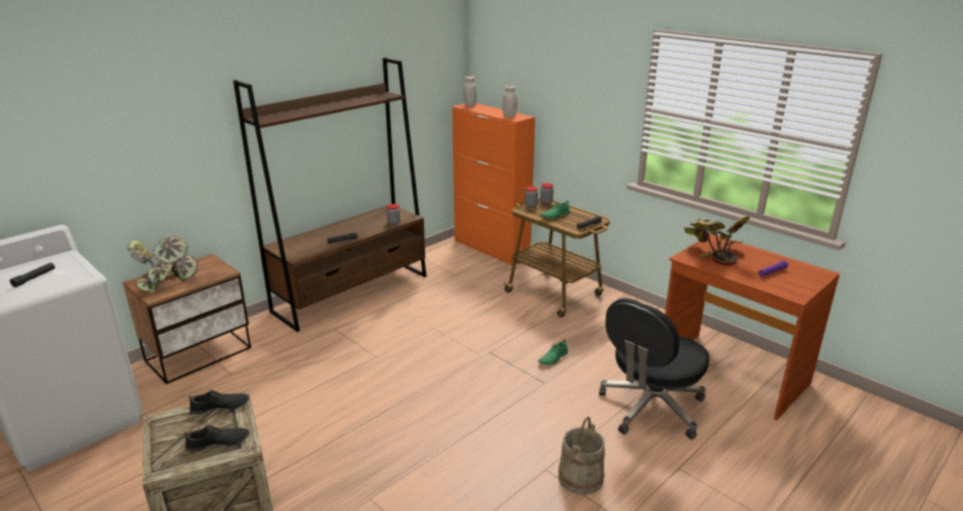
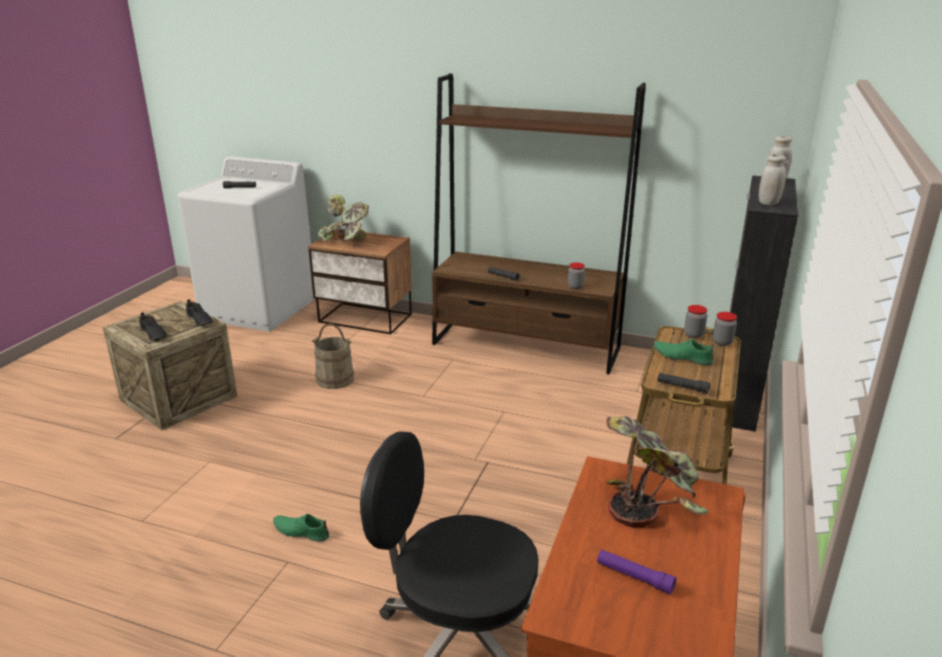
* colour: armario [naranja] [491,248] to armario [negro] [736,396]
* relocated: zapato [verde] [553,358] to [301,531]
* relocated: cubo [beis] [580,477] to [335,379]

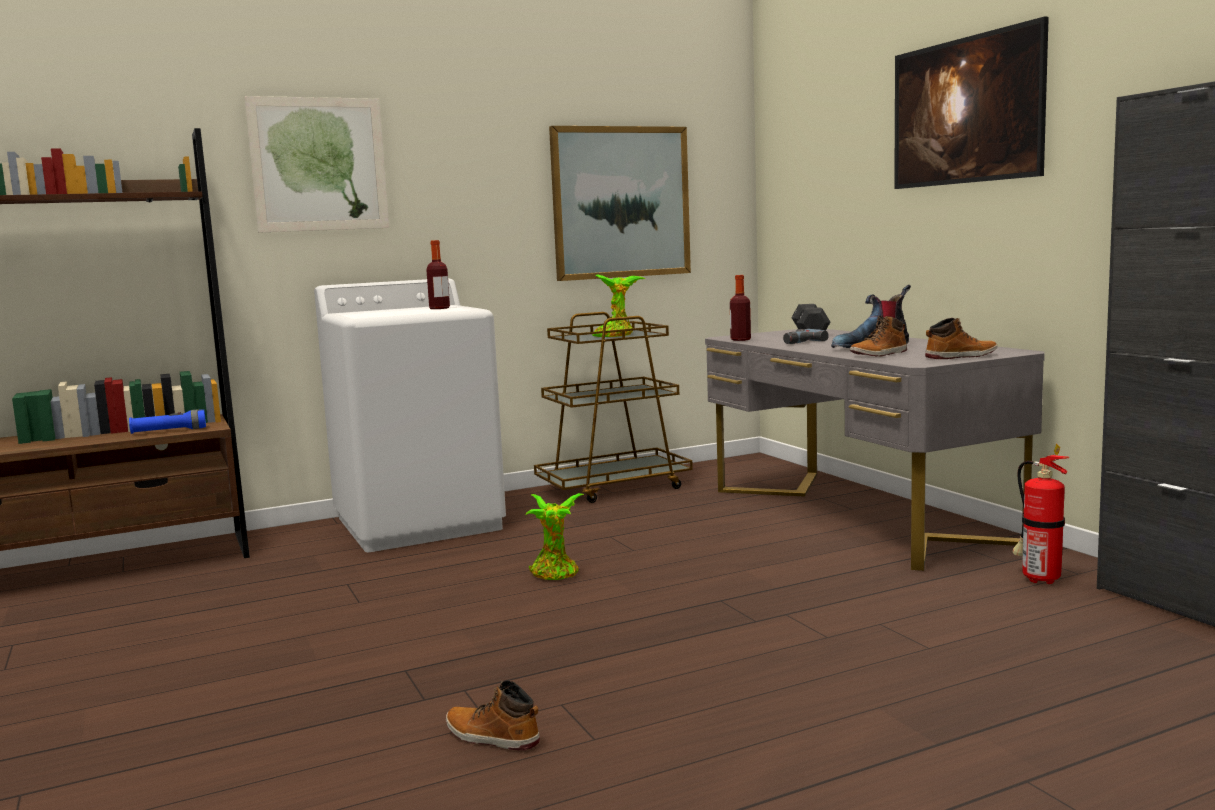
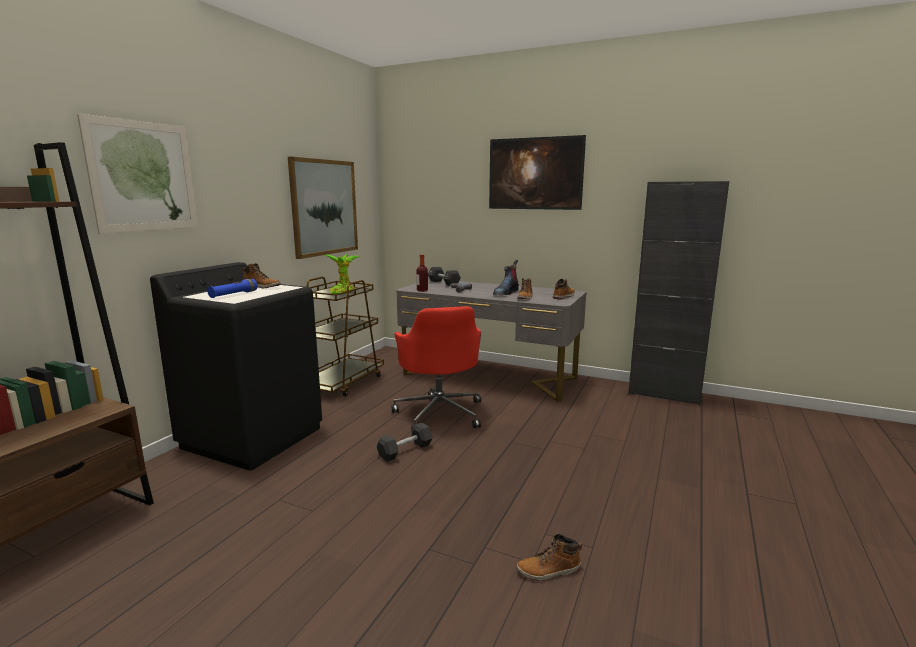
* relocated: linterna [azul] [169,431] to [233,295]
* colour: lavadora [blanco] [419,523] to lavadora [negro] [253,437]
* exchanged: botella [439,308] to bota [262,287]
* exchanged: planta en maceta [556,574] to mancuerna [negro] [405,450]
* missing: extintor [1037,579]
* appeared: silla de oficina [rojo] [440,413]

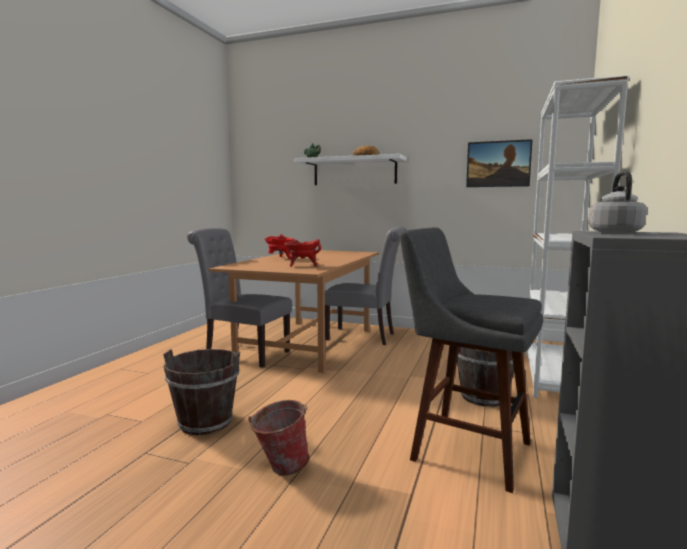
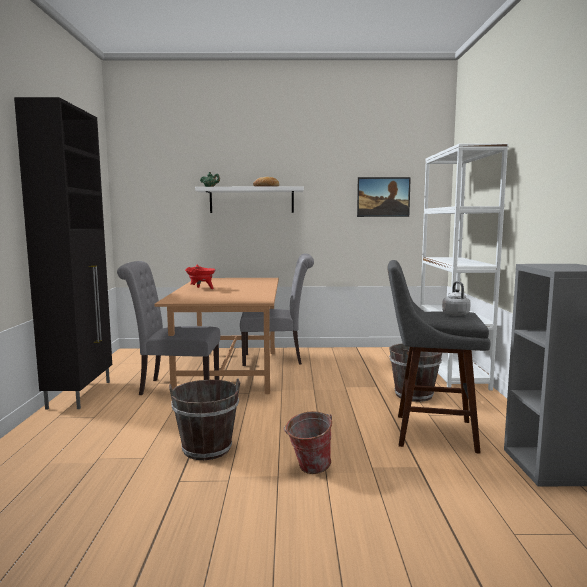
* missing: olla [rojo] [302,265]
* relocated: hervidor [gris] [614,232] to [455,314]
* appeared: armario [negro] [81,394]

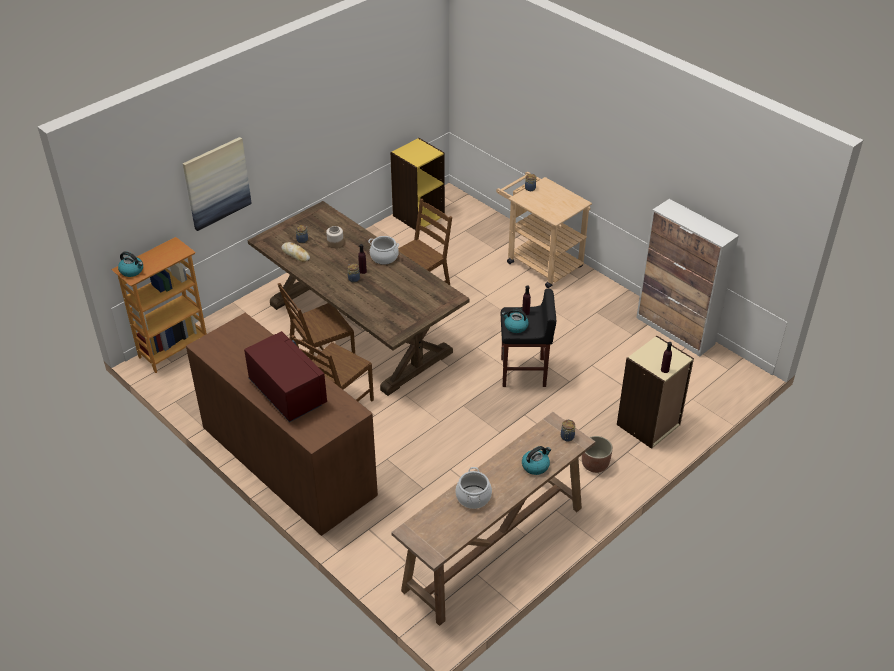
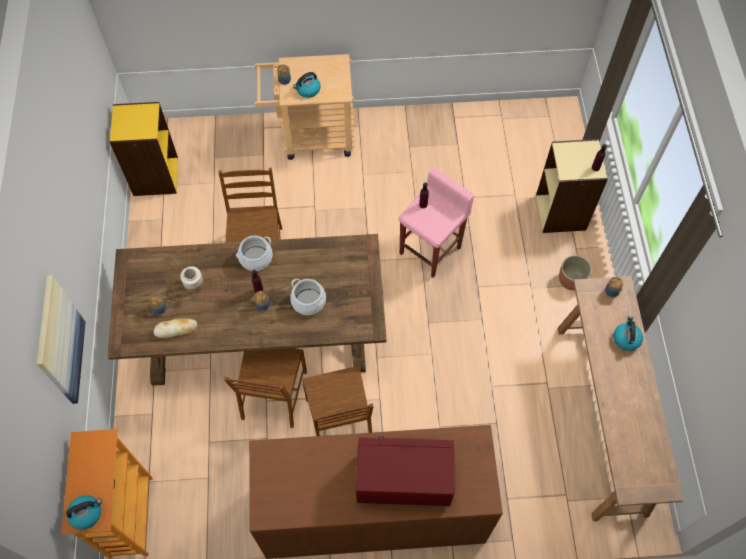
* relocated: olla [473,497] to [308,301]
* colour: taburete [negro] [524,372] to taburete [rosa] [431,250]
* relocated: hervidor [515,326] to [308,90]
* missing: armario [675,331]

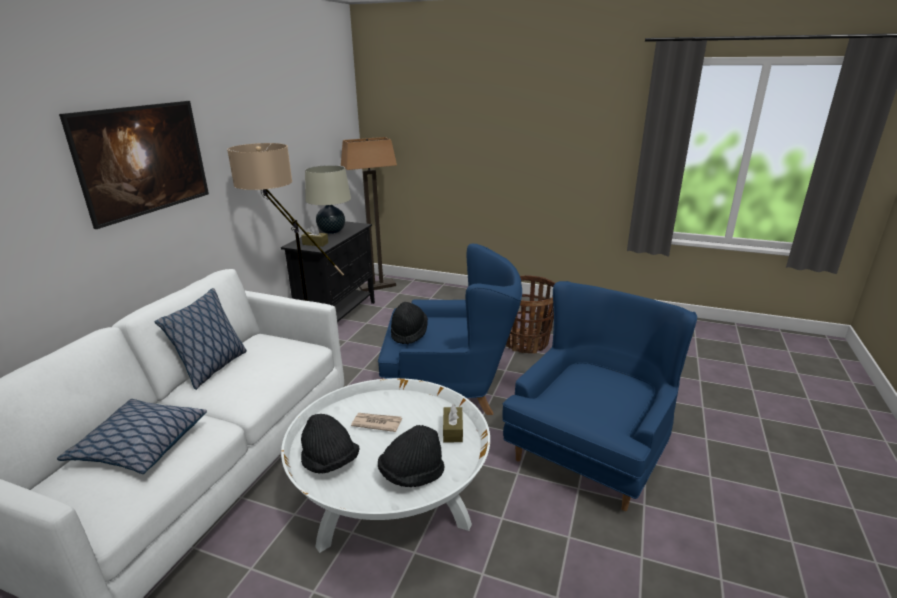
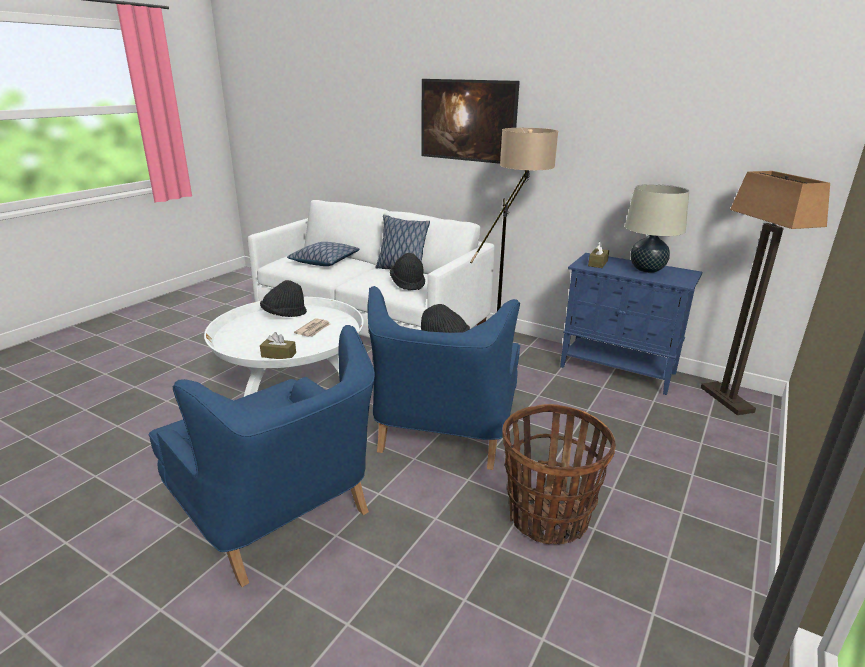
* colour: armario [negro] [338,316] to armario [azul] [618,370]
* relocated: sombrero [negro] [412,475] to [408,284]

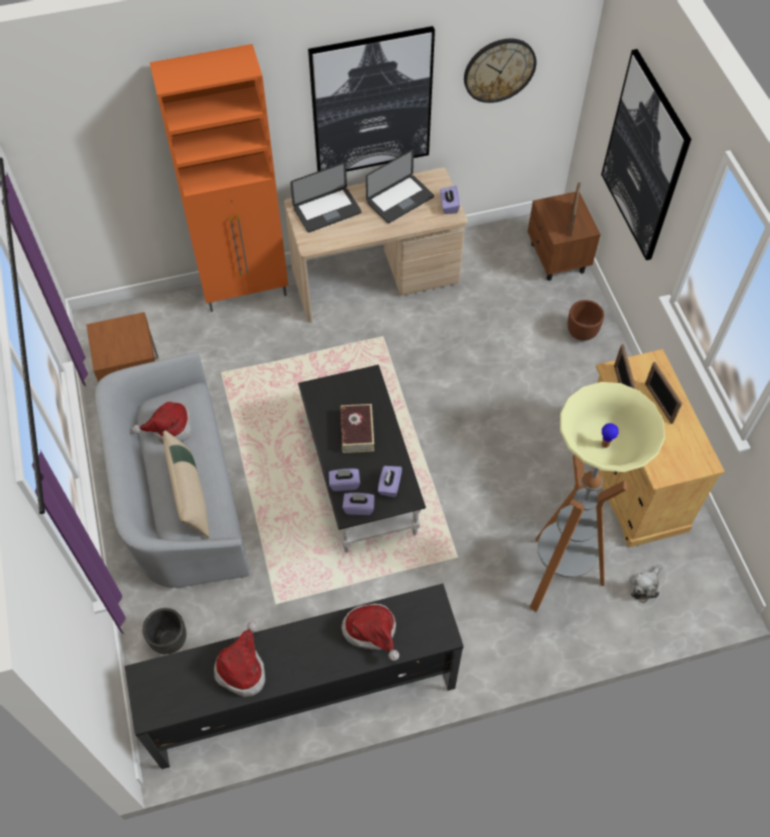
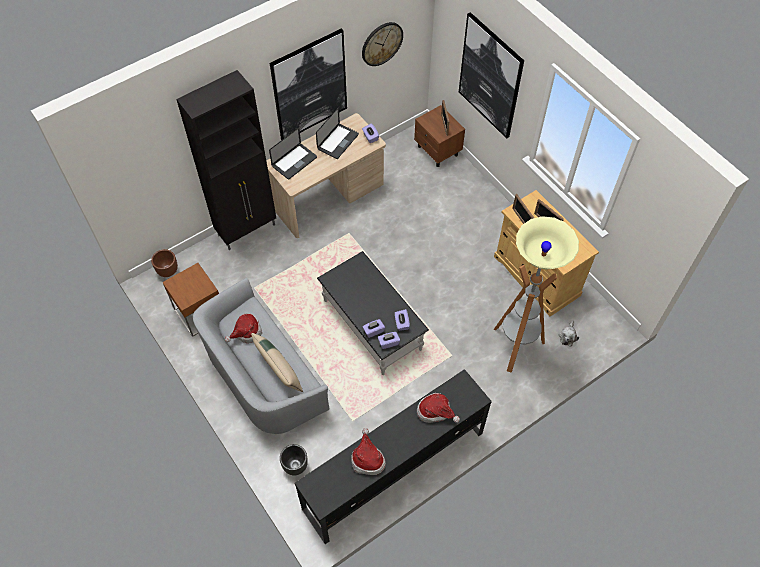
* colour: armario [naranja] [247,291] to armario [negro] [247,230]
* missing: libro [357,432]
* relocated: maceta [marrón] [582,332] to [168,271]

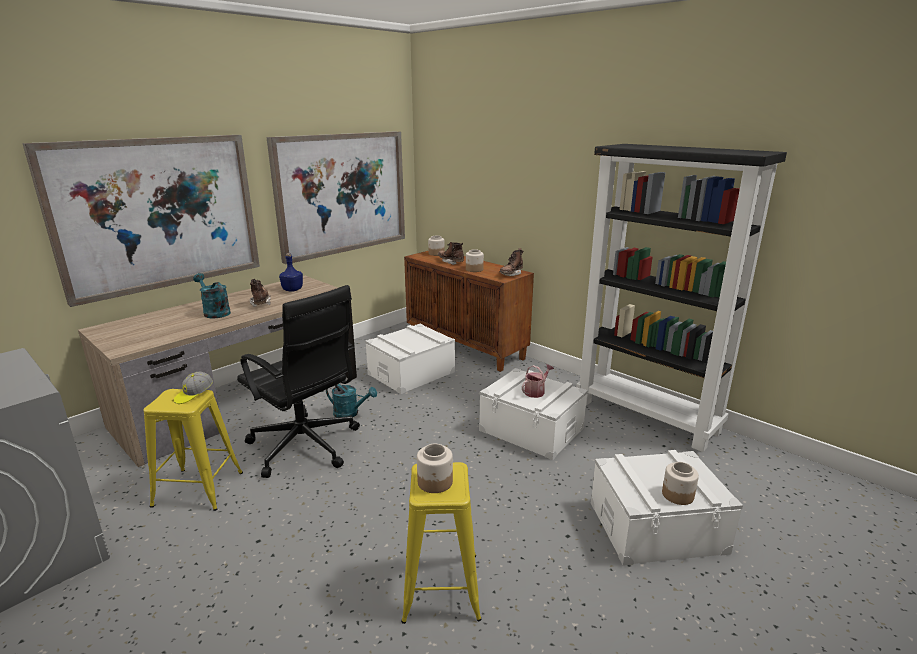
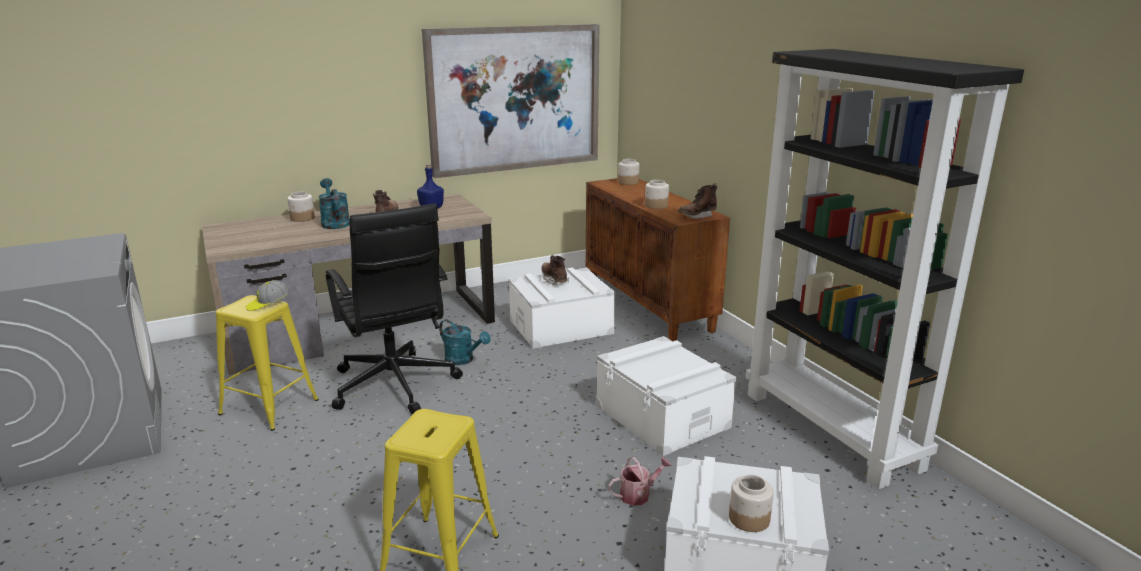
* missing: cuadro [157,214]
* relocated: tarro [435,482] to [302,218]
* relocated: bota [marrón] [450,262] to [554,280]
* relocated: regadera [536,391] to [638,494]

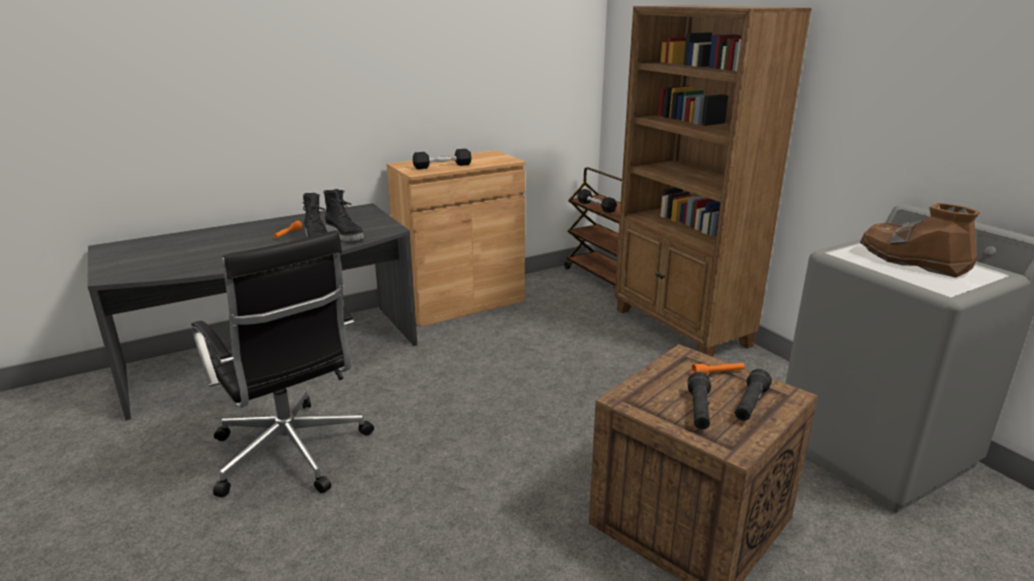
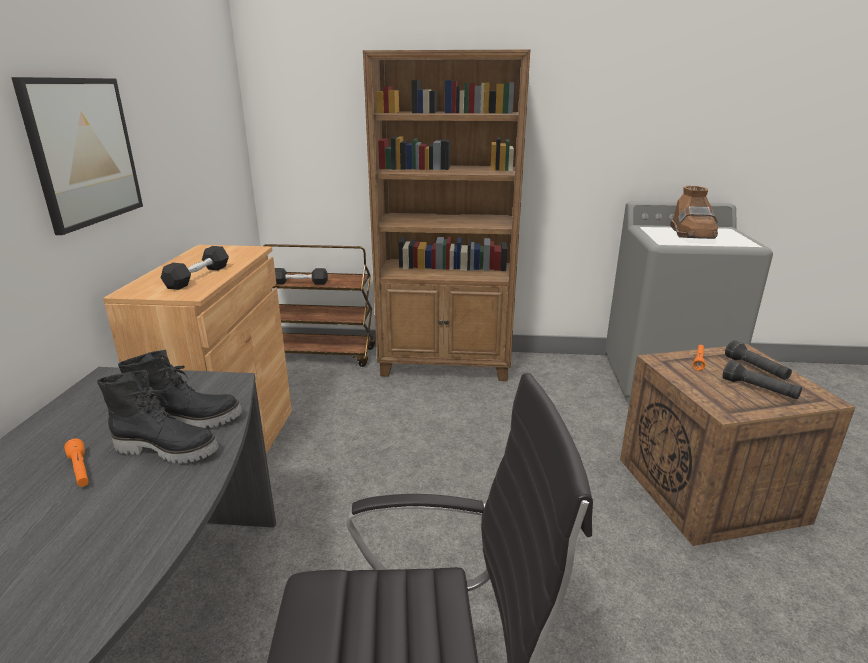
* spun: bota [marrón] [912,261] = [692,235] 75 degrees counterclockwise
* appeared: cuadro [84,152]

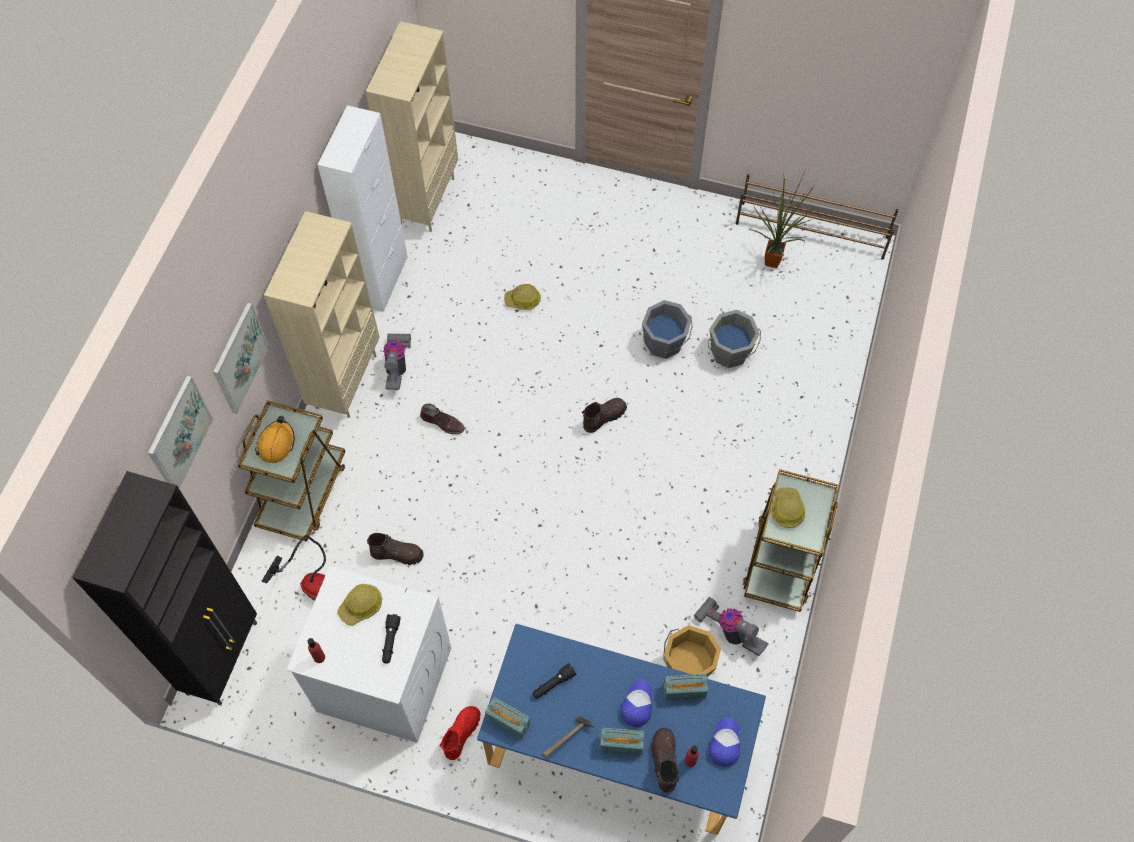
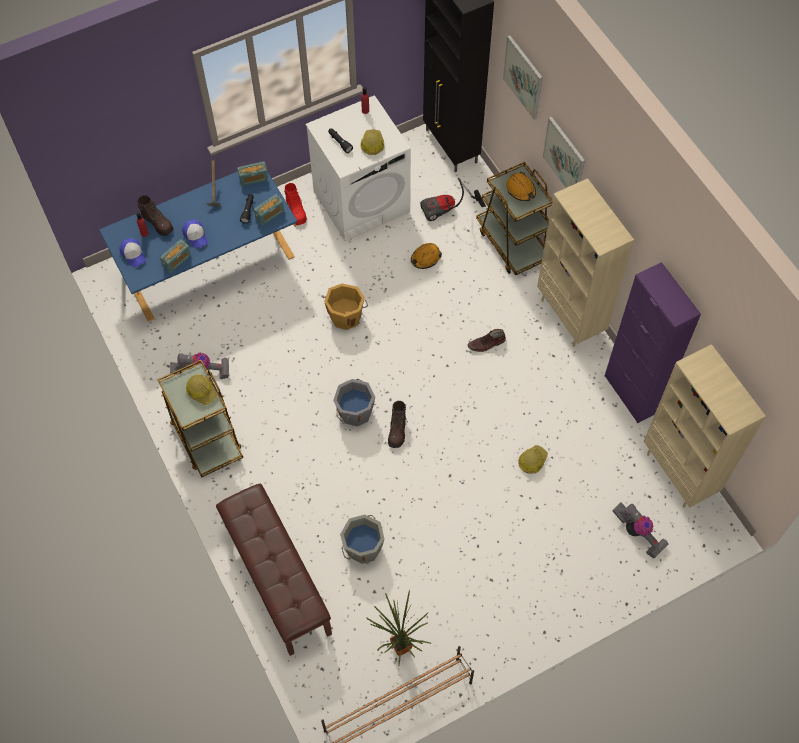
* colour: armario [blanco] [381,280] to armario [morado] [632,393]
* exchanged: bota [marrón] [397,554] to casco [naranja] [425,258]
* relocated: aspiradora [397,366] to [638,533]
* relocated: radio [621,744] to [270,214]
* relocated: cubo [gris] [664,343] to [354,412]
* relocated: cubo [naranja] [688,666] to [346,316]
* appeared: banco [marrón] [276,578]

